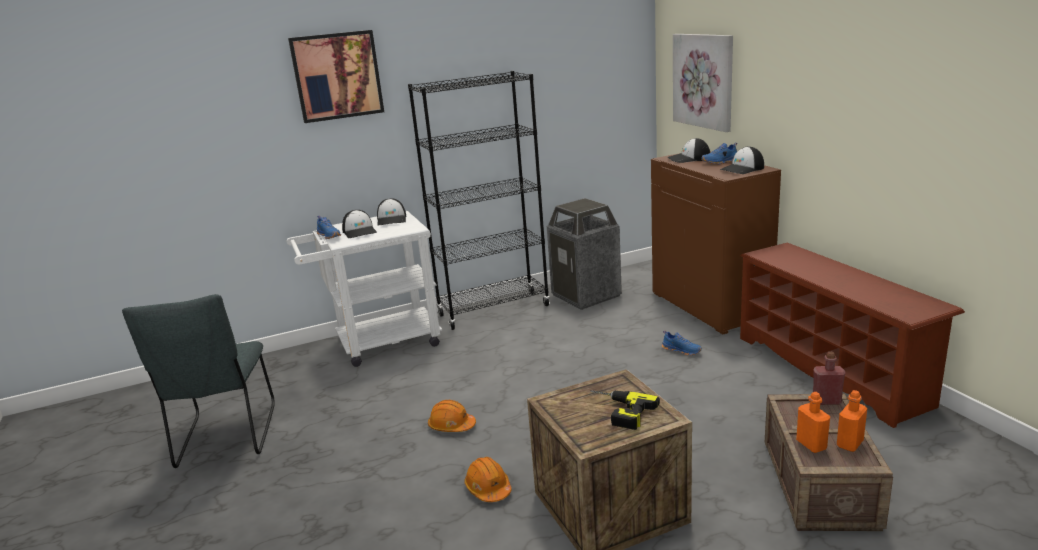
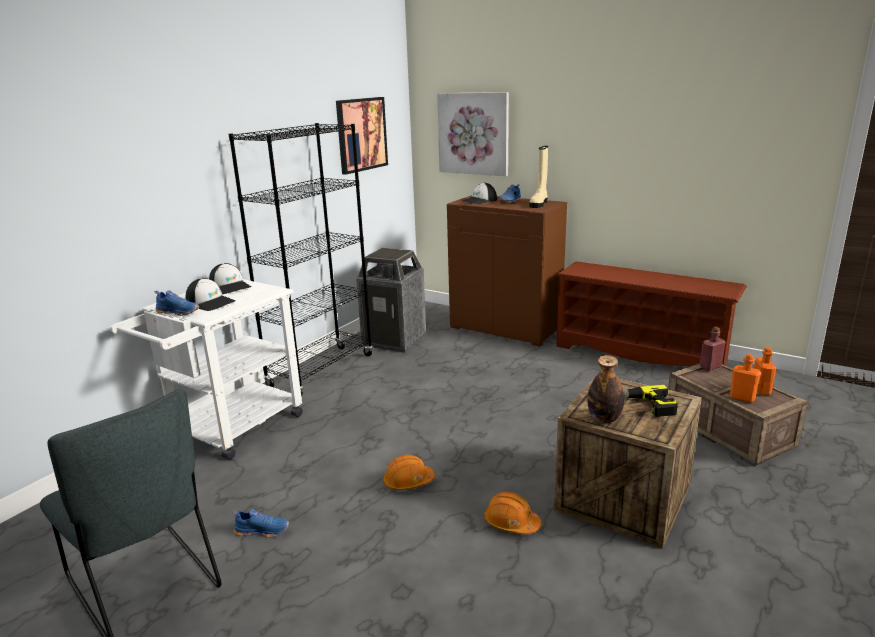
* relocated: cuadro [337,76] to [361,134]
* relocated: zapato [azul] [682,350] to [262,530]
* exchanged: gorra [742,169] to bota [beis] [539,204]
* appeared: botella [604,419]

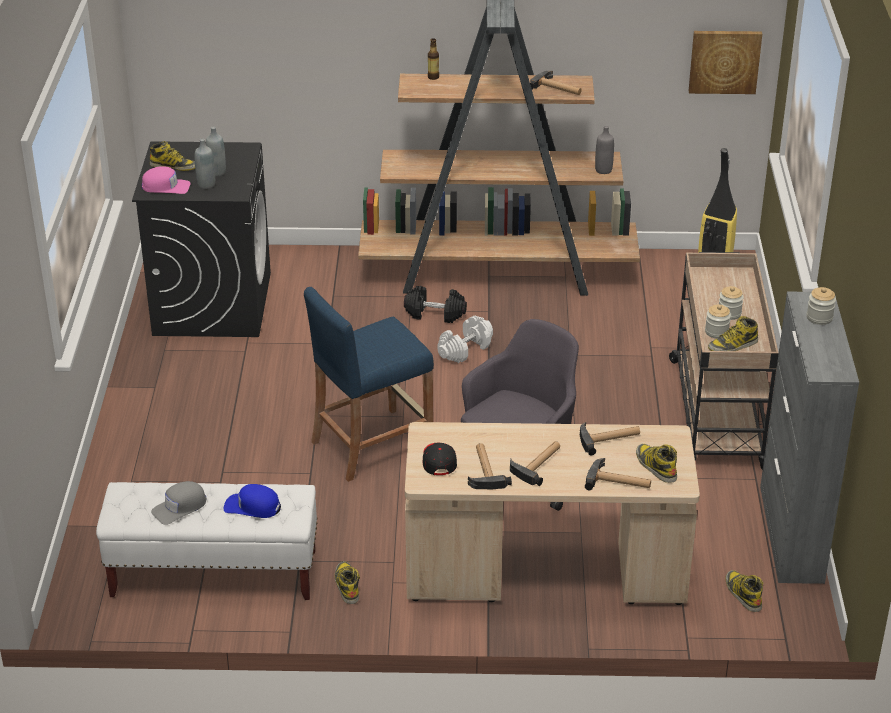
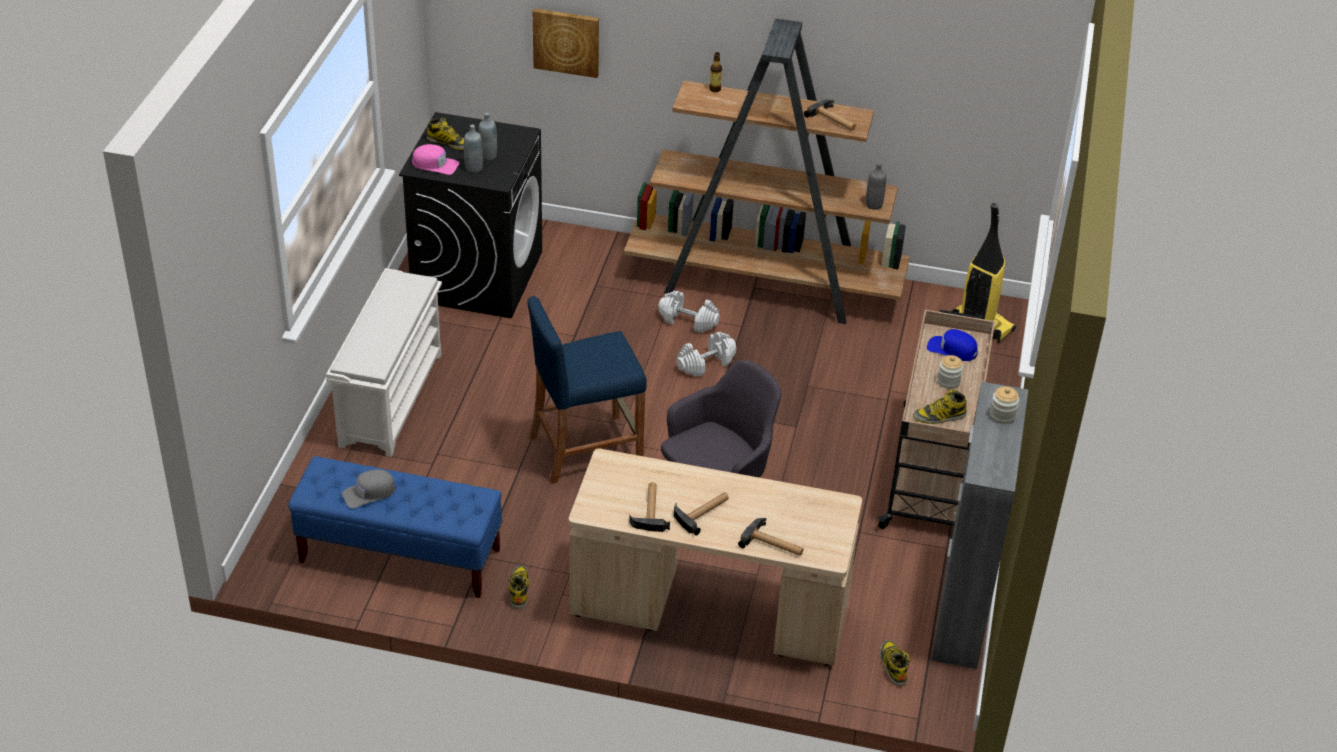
* colour: banco [blanco] [213,574] to banco [azul] [399,556]
* relocated: gorra [azul] [252,507] to [952,349]
* colour: mancuerna [negro] [435,314] to mancuerna [blanco] [688,320]
* missing: gorra [negro] [438,461]
* missing: martillo [609,438]
* missing: bota [655,466]
* relocated: cuadro [724,61] to [566,41]
* missing: tarro [716,332]
* appeared: zapatero [blanco] [390,398]

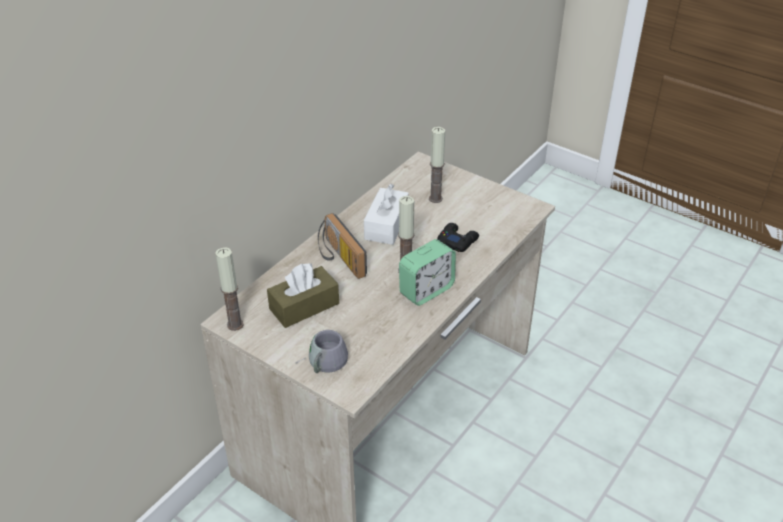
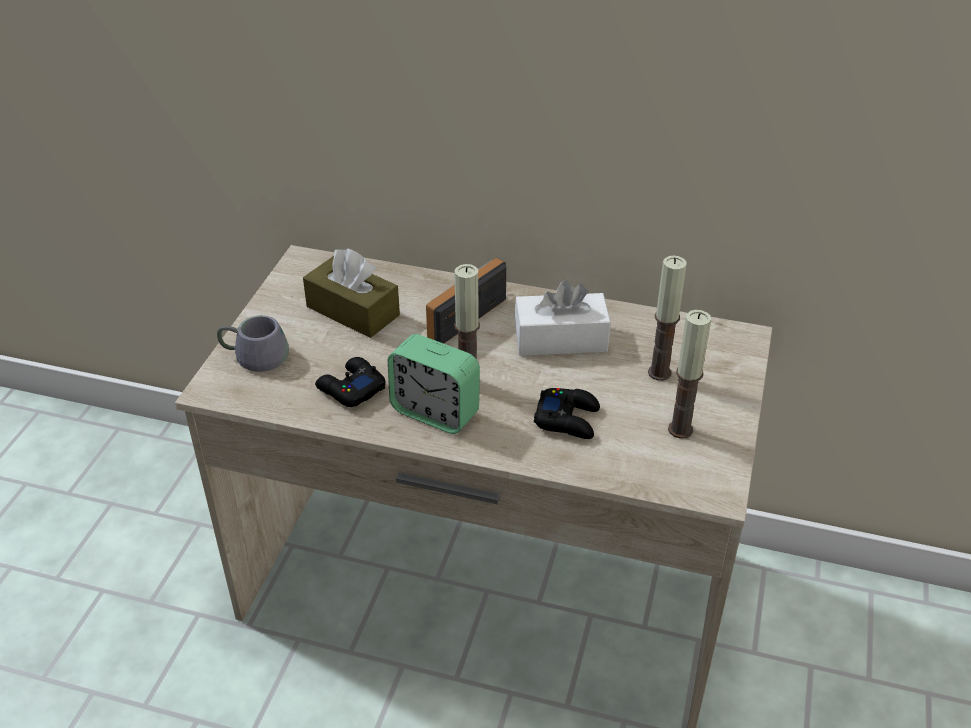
* relocated: vela [235,324] to [680,429]
* appeared: mando de consola [negro] [350,388]

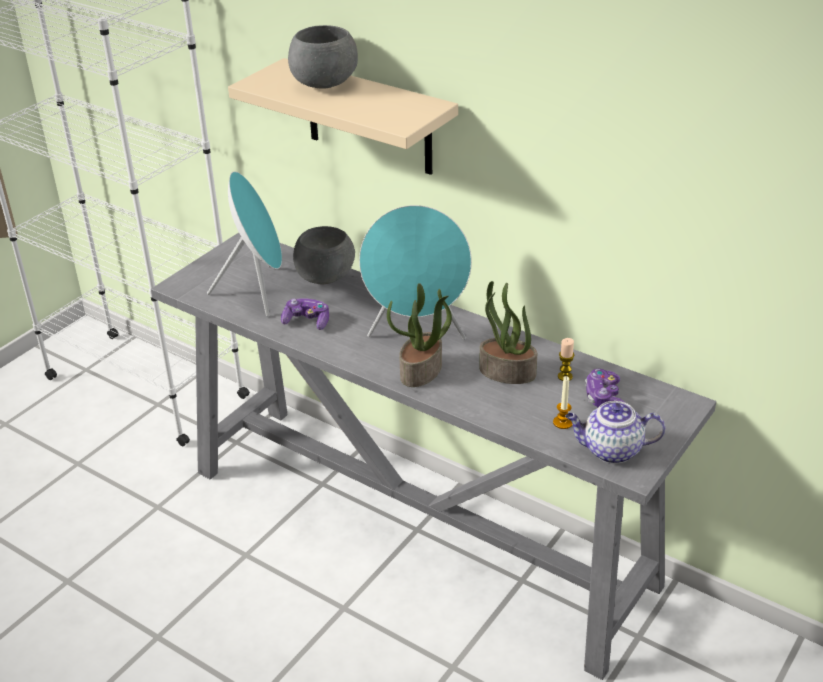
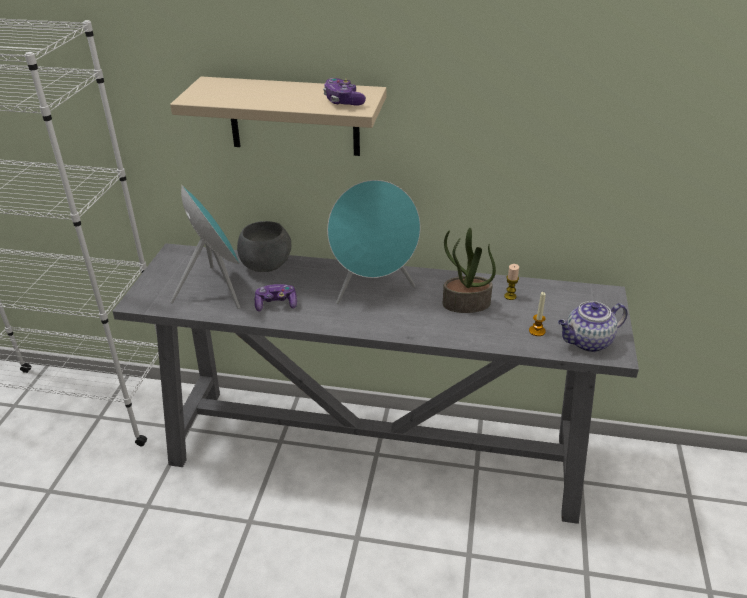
* missing: cuenco [gris] [325,85]
* missing: planta en maceta [421,371]
* relocated: mando de consola [604,398] to [343,101]

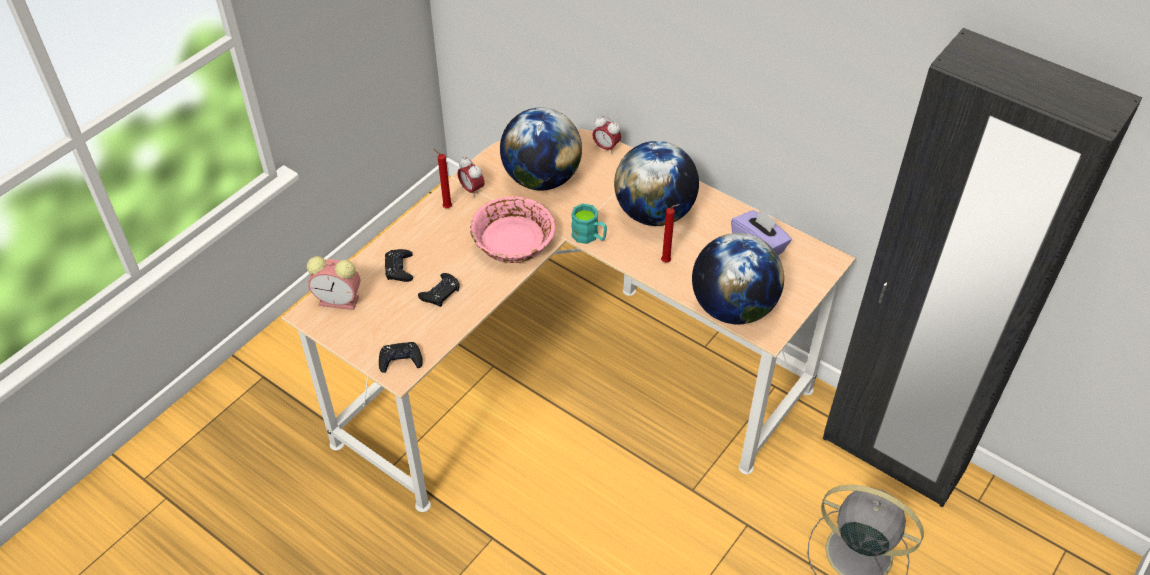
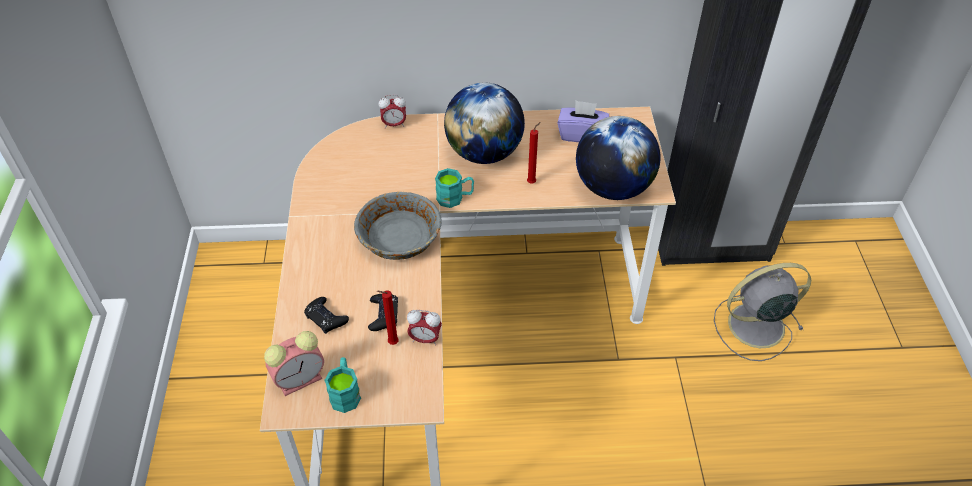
* missing: mando de consola [negro] [400,360]
* relocated: vela [rojo] [446,207] to [391,343]
* relocated: despertador [472,190] to [425,339]
* colour: cuenco [rosa] [512,242] to cuenco [gris] [399,238]
* missing: globo terráqueo [541,179]
* appeared: taza grande [turquesa] [345,392]

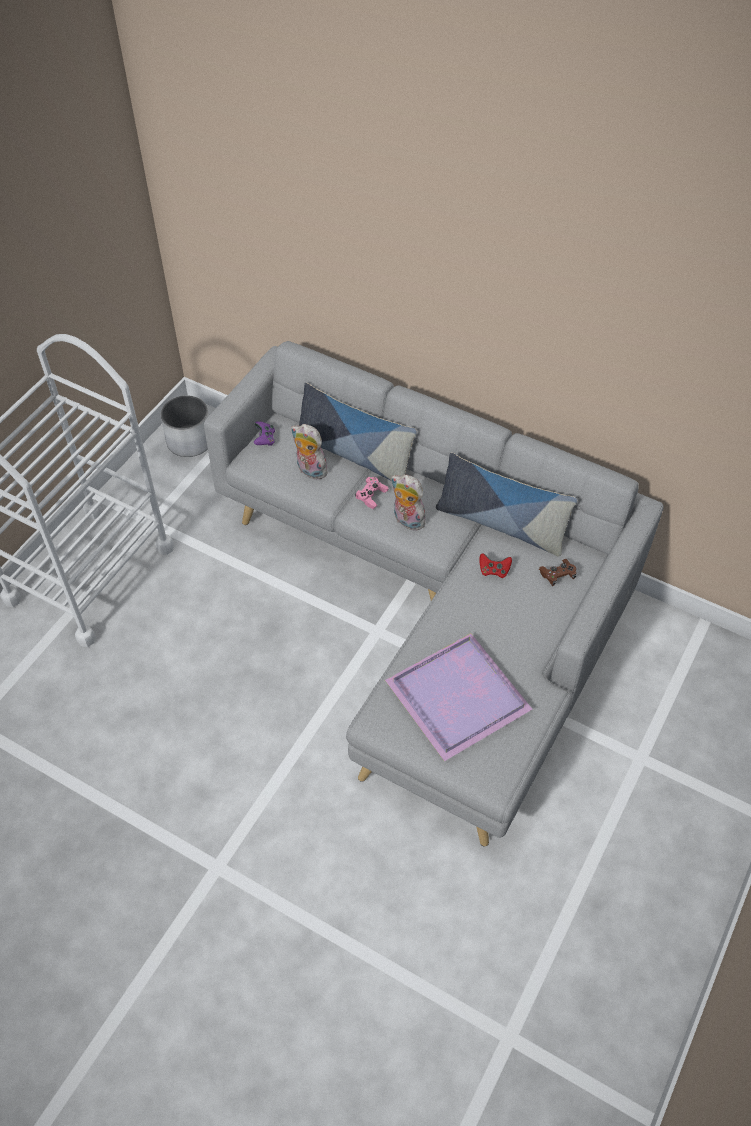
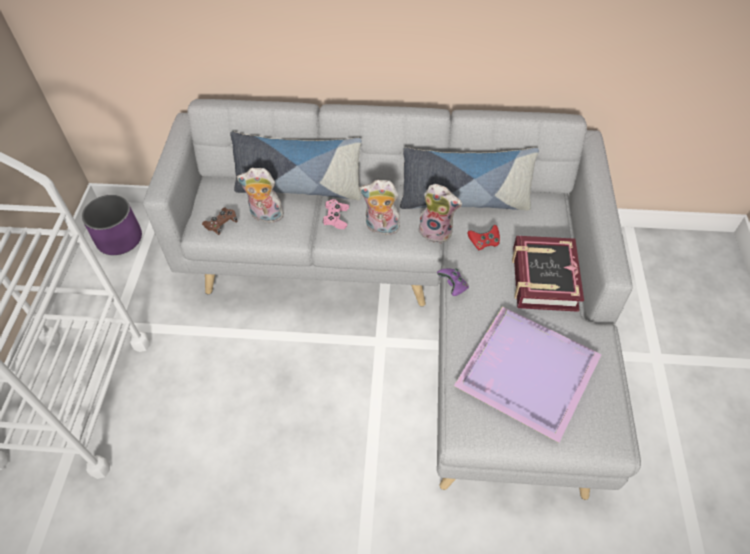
* colour: maceta [blanco] [190,441] to maceta [morado] [120,239]
* relocated: mando de consola [morado] [265,439] to [453,286]
* relocated: mando de consola [marrón] [557,575] to [221,224]
* appeared: peluche [437,231]
* appeared: libro [543,278]

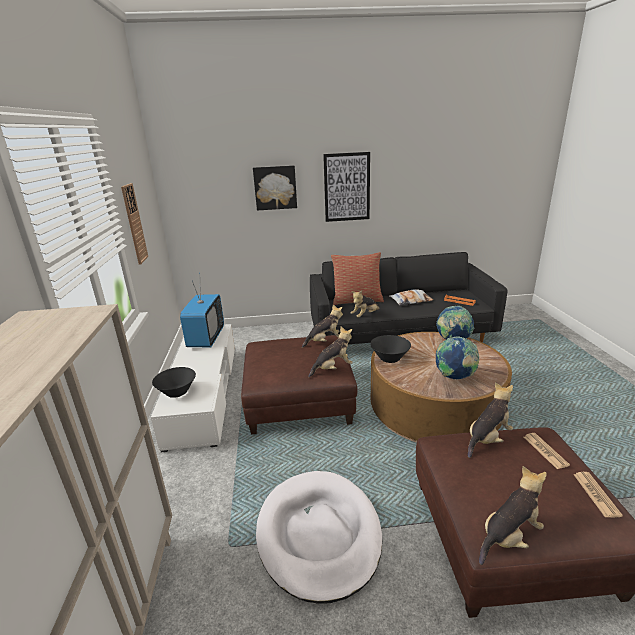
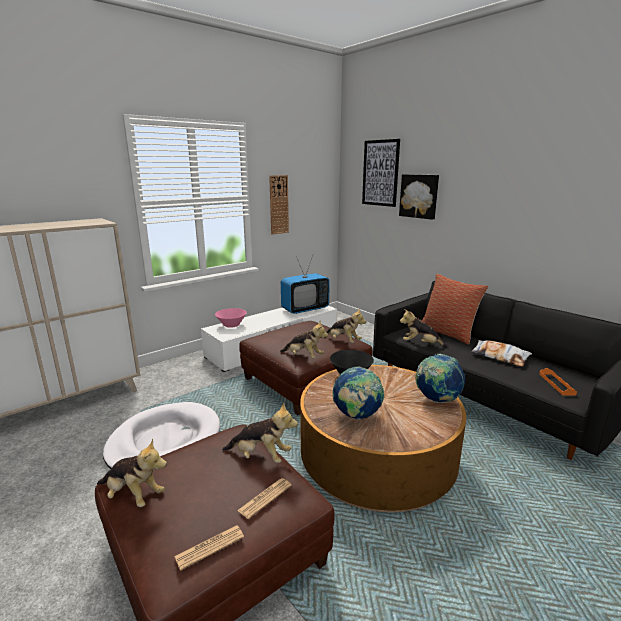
* colour: cuenco [negro] [177,392] to cuenco [rosa] [231,325]
* relocated: cuadro [347,187] to [380,173]

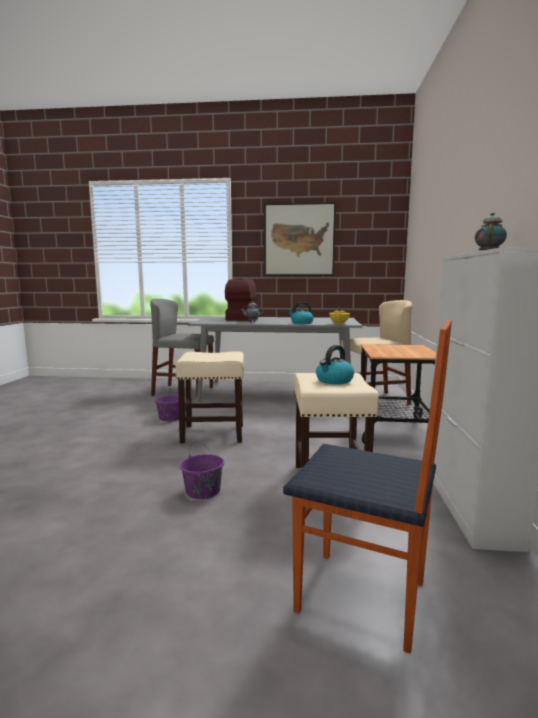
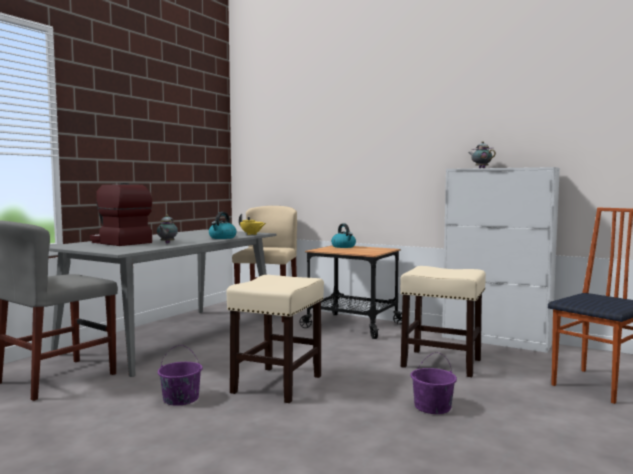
* missing: cuadro [299,240]
* relocated: hervidor [334,381] to [344,246]

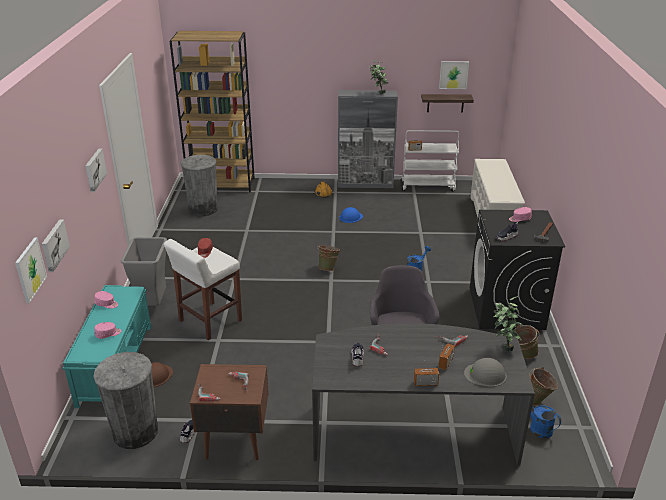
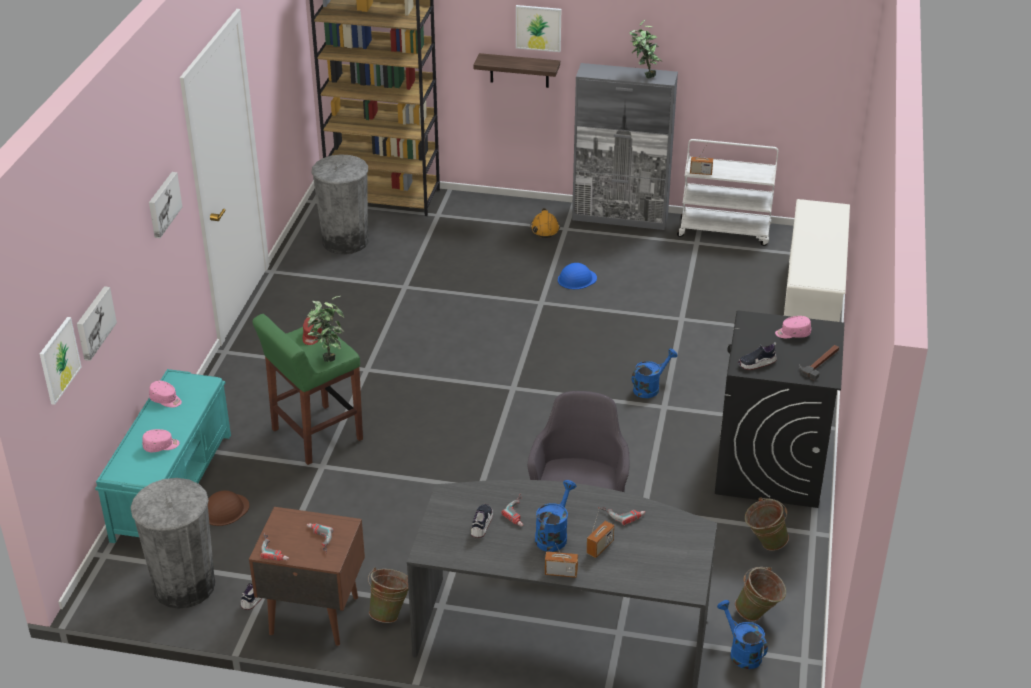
* missing: papelera [gris] [153,304]
* colour: taburete [blanco] [209,321] to taburete [verde] [315,435]
* relocated: cubo [verde] [328,268] to [391,612]
* relocated: estante [445,103] to [519,70]
* relocated: cuadro [453,75] to [538,28]
* missing: casco [gris] [485,375]
* relocated: planta en maceta [503,346] to [328,355]
* appeared: regadera [azul] [553,535]

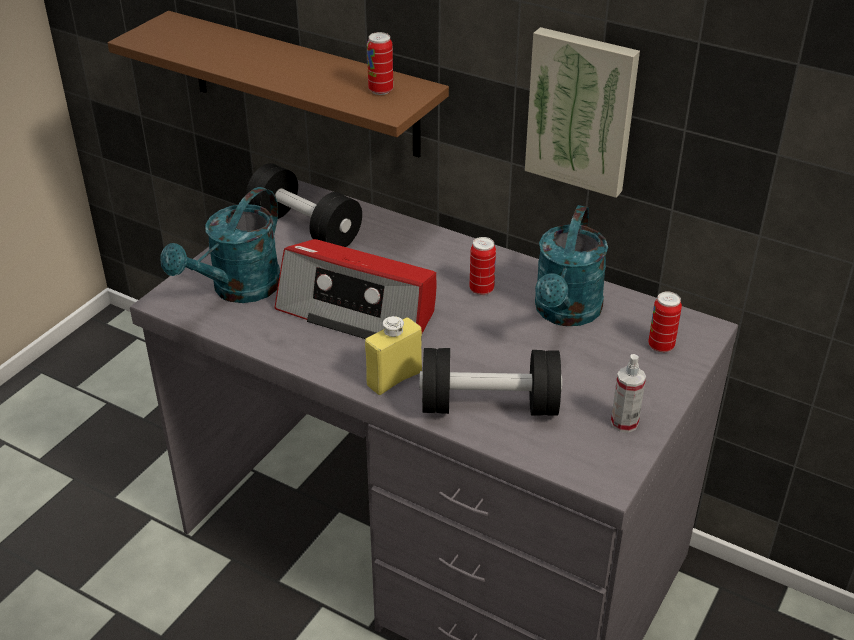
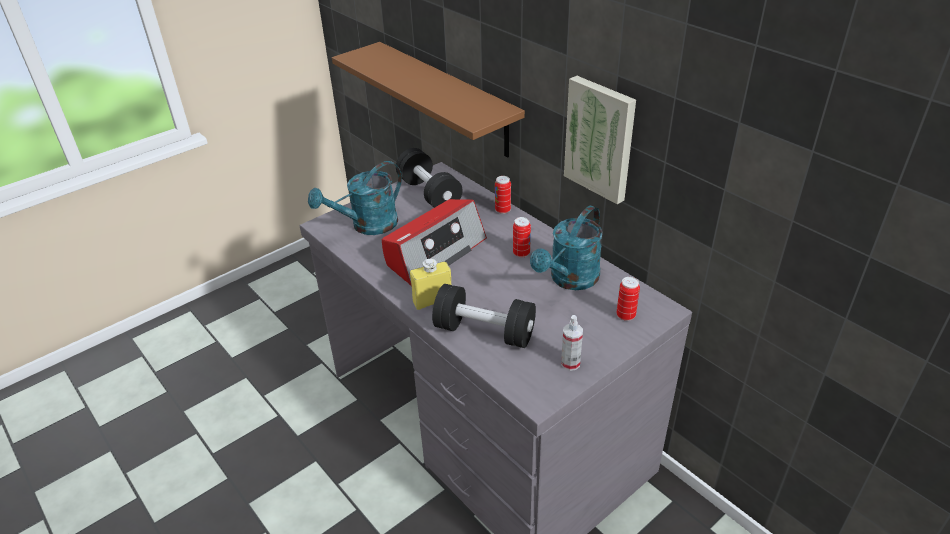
* spun: radio [359,310] = [434,252] 90 degrees counterclockwise
* relocated: lata [380,90] to [503,210]

